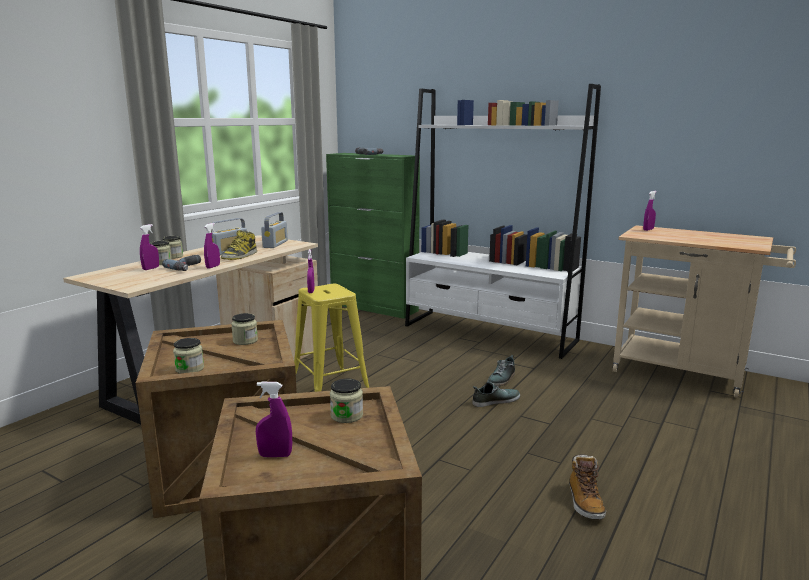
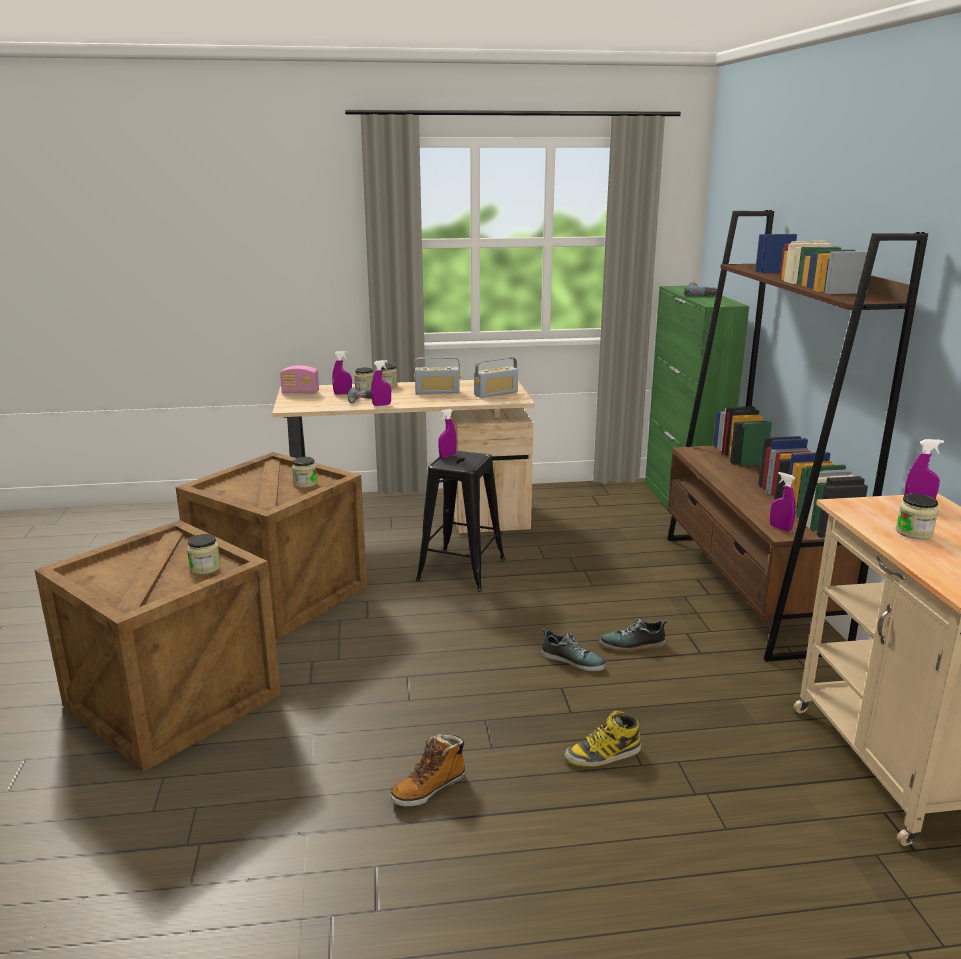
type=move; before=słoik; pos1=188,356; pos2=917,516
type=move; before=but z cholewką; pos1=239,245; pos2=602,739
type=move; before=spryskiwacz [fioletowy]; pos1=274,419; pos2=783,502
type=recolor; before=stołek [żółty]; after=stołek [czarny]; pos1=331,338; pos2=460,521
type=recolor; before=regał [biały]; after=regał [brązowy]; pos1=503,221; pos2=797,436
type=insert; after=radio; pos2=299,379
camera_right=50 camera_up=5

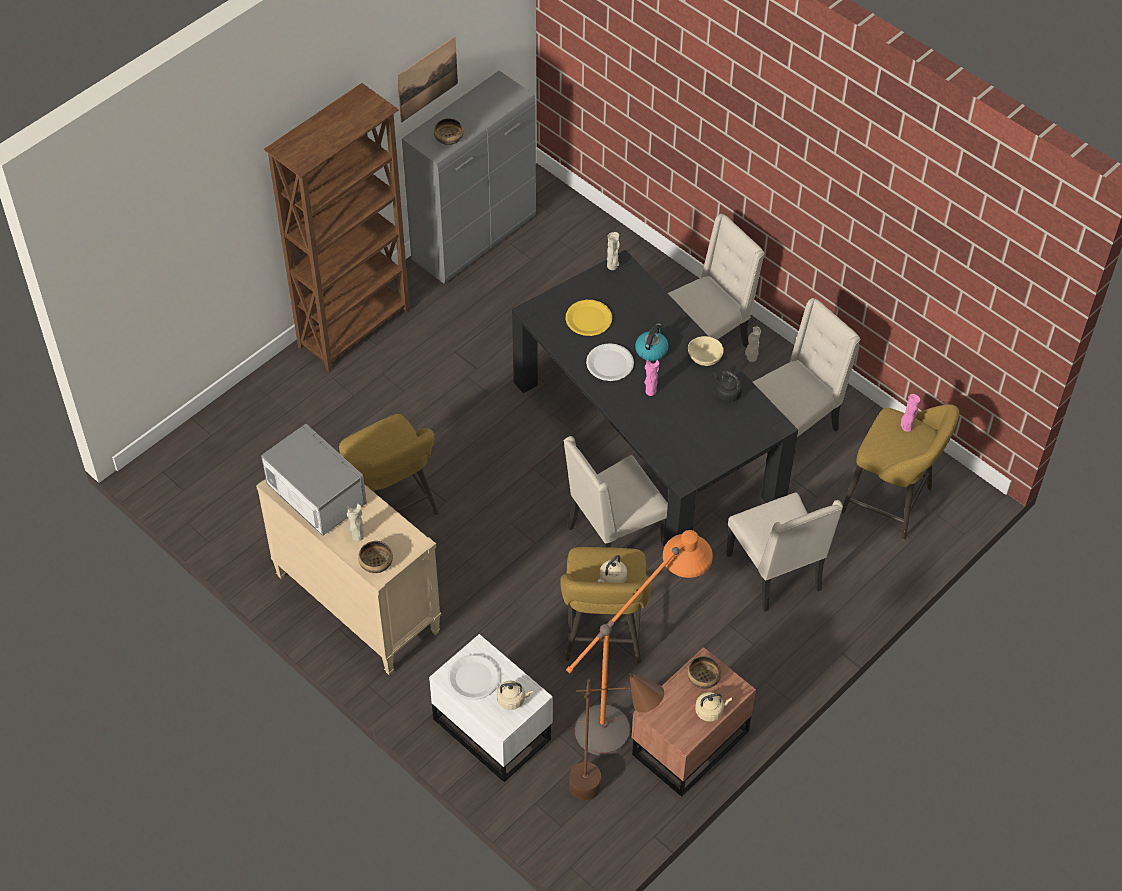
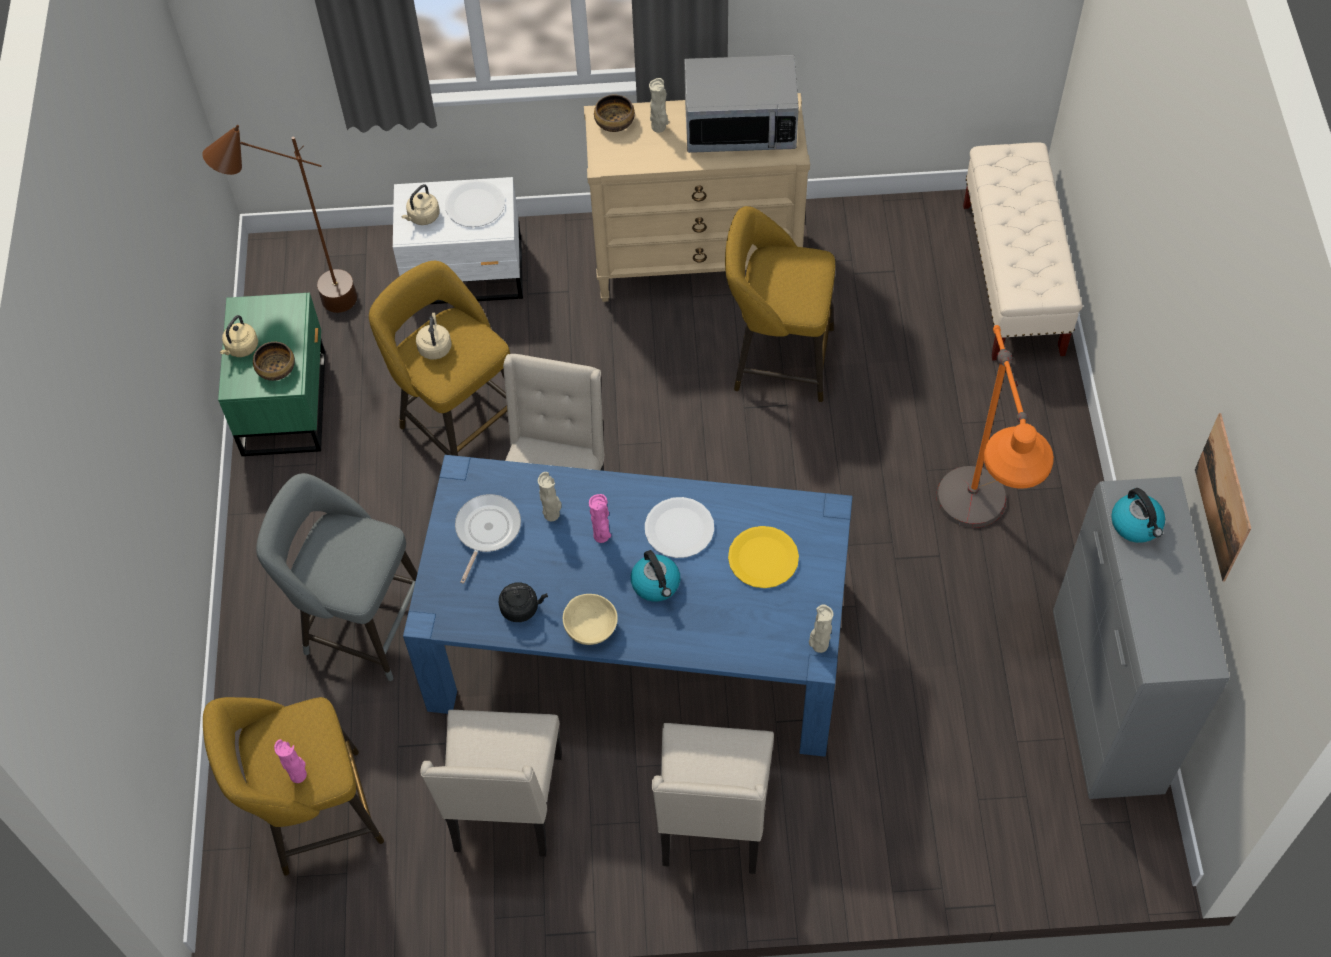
type=delete; before=regał [brązowy]; pos1=336,227
type=replace; before=miska; after=czajnik; pos1=449,131; pos2=1138,515
type=recolor; before=stół jadalny [czarny]; after=stół jadalny [niebieski]; pos1=655,398; pos2=627,606
type=move; before=lampa stojąca [pomarańczowy]; pos1=639,643; pos2=995,426
type=recolor; before=szafka nocna [brązowy]; after=szafka nocna [zielony]; pos1=694,722; pos2=271,374
type=replace; before=krzesło [beżowy]; after=stołek [szary]; pos1=784,552; pos2=336,577
type=move; before=wazon [beżowy]; pos1=753,344; pos2=550,496
type=insert; after=patelnia; pos2=488,539
type=insert; after=ławka [beżowy]; pos2=1023,252
camera_right=135 camera_up=5

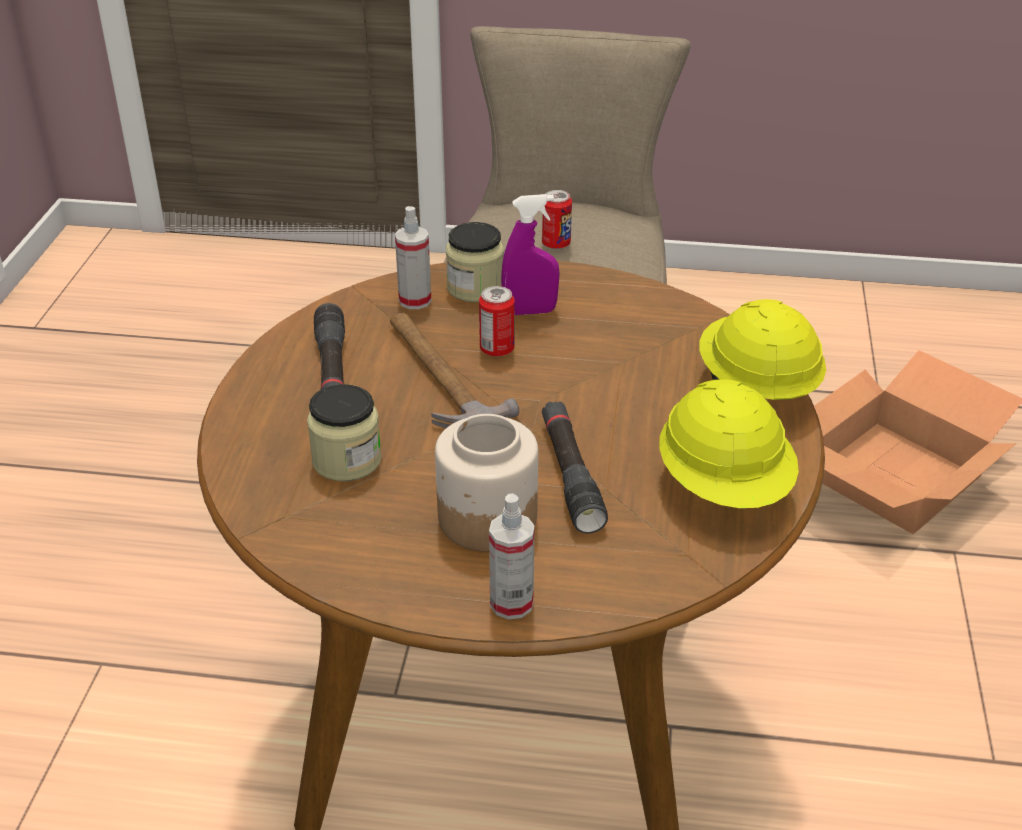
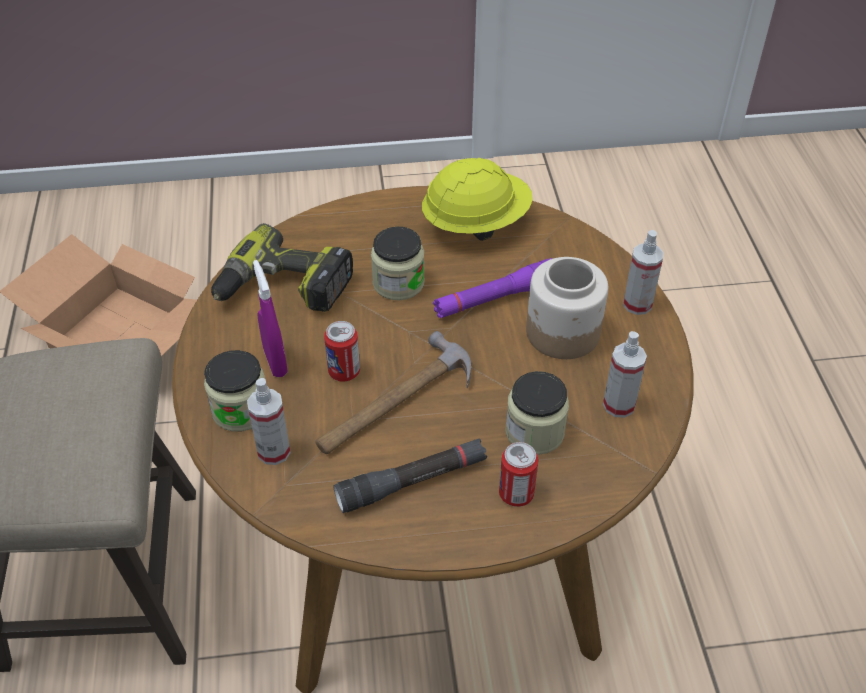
type=move; before=puszka; pos1=557,219; pos2=518,474
type=recolor; before=latarka [czarny]; after=latarka [fioletowy]; pos1=575,468; pos2=493,288
type=delete; before=kask [żółty]; pos1=763,349
type=insert; after=wiertarka; pos2=282,267
type=insert; after=słoik; pos2=398,263
type=insert; after=spryskiwacz; pos2=625,374
camera_right=-105 camera_up=10

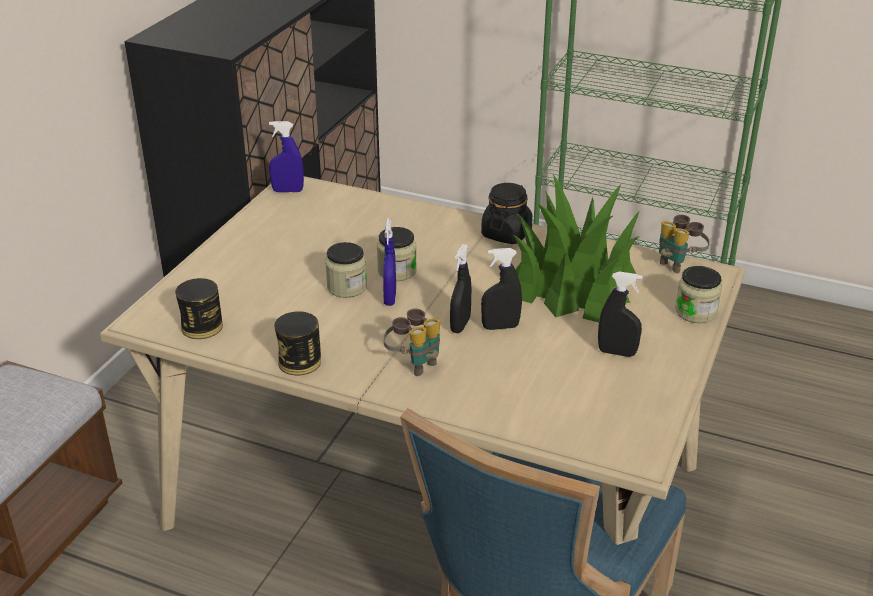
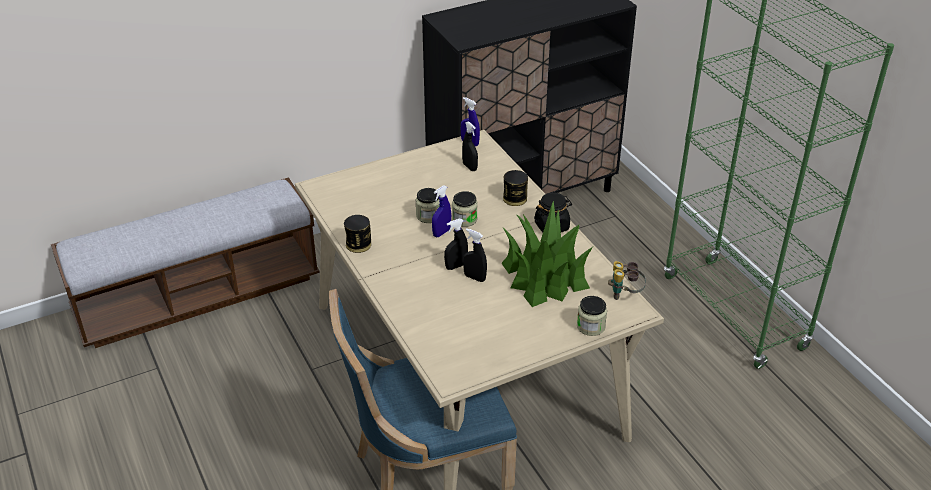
type=move; before=puszka; pos1=199,308; pos2=515,188
type=delete; before=lornetka; pos1=412,342
type=move; before=spryskiwacz [czarny]; pos1=620,314; pos2=470,146
camera_right=40 camera_up=5

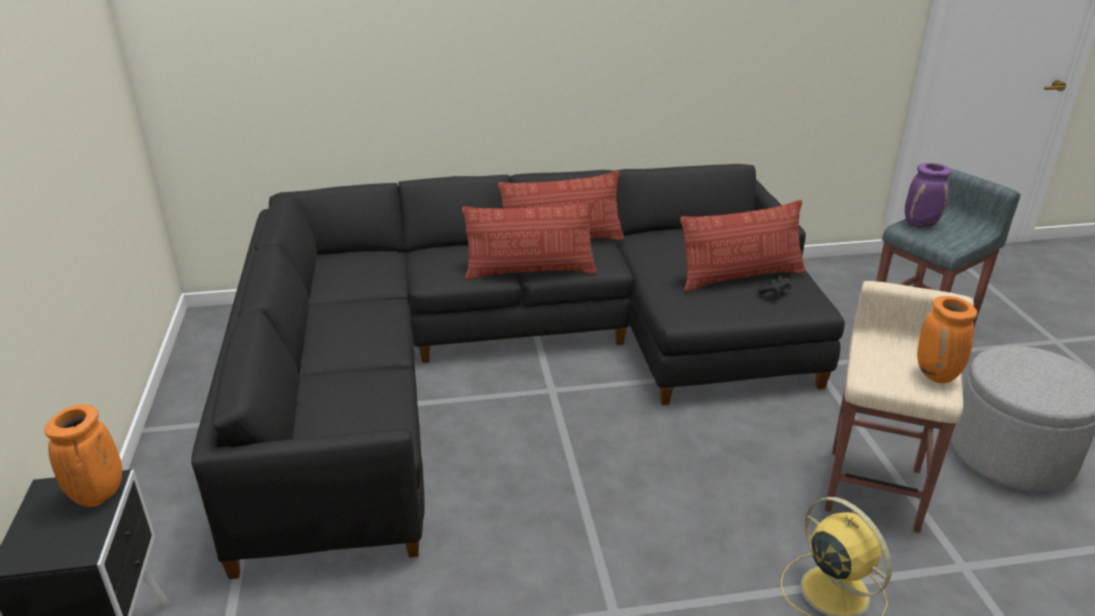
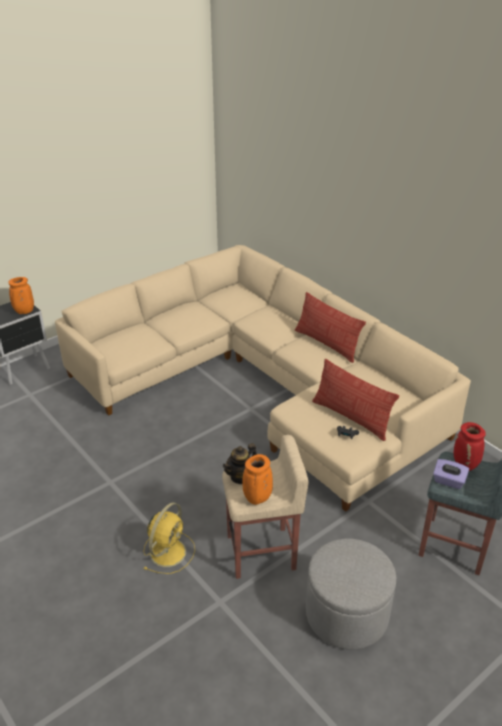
type=recolor; before=kanapa [czarny]; after=kanapa [beżowy]; pos1=518,371; pos2=263,378
type=delete; before=poduszka; pos1=529,240
type=recolor; before=wazon [fioletowy]; after=wazon [czerwony]; pos1=928,195; pos2=470,446
type=insert; after=imbryk; pos2=240,463
type=insert; after=pudełko chusteczek [fioletowy]; pos2=451,474
camera_right=60 camera_up=5

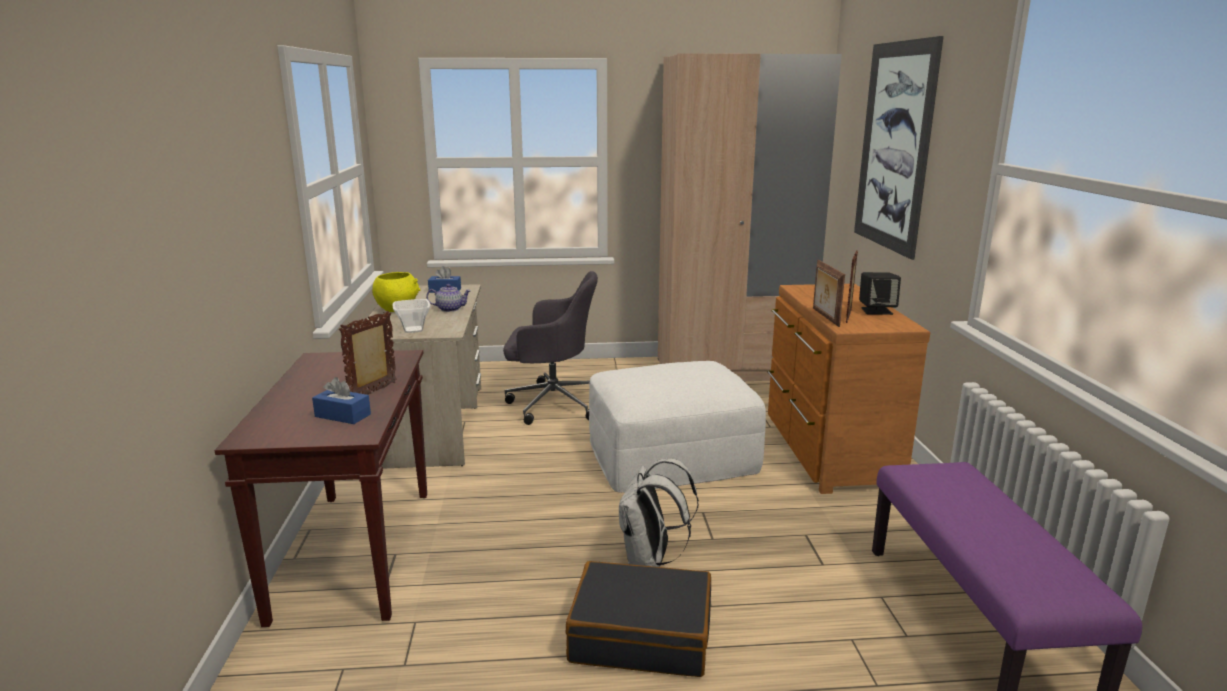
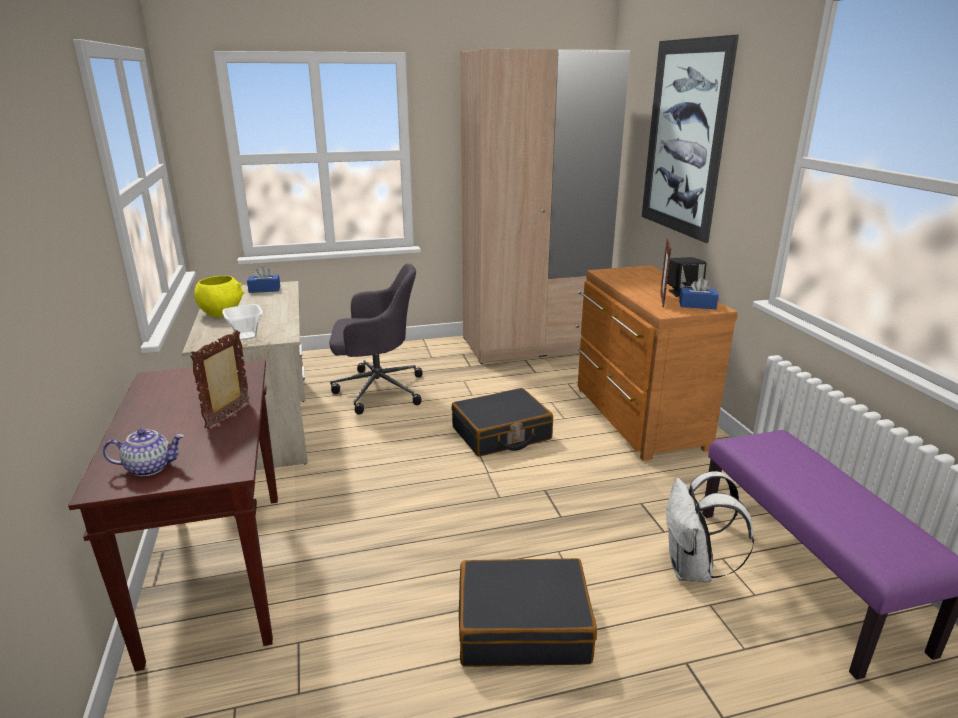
type=move; before=pudełko chusteczek [niebieski]; pos1=341,400; pos2=699,293
type=move; before=imbryk; pos1=448,298; pos2=143,452
type=replace; before=pufa [biały]; after=walizka [czarny]; pos1=677,427; pos2=502,422
type=move; before=plecak [biały]; pos1=659,513; pos2=710,527
type=delete; before=ramka na zdjęcie; pos1=829,293
camera_right=-10 camera_up=5

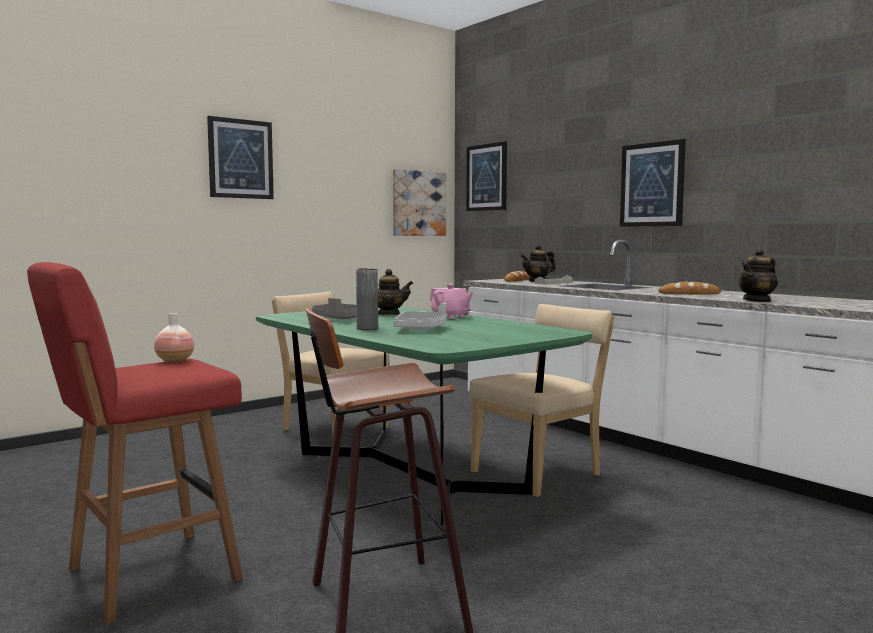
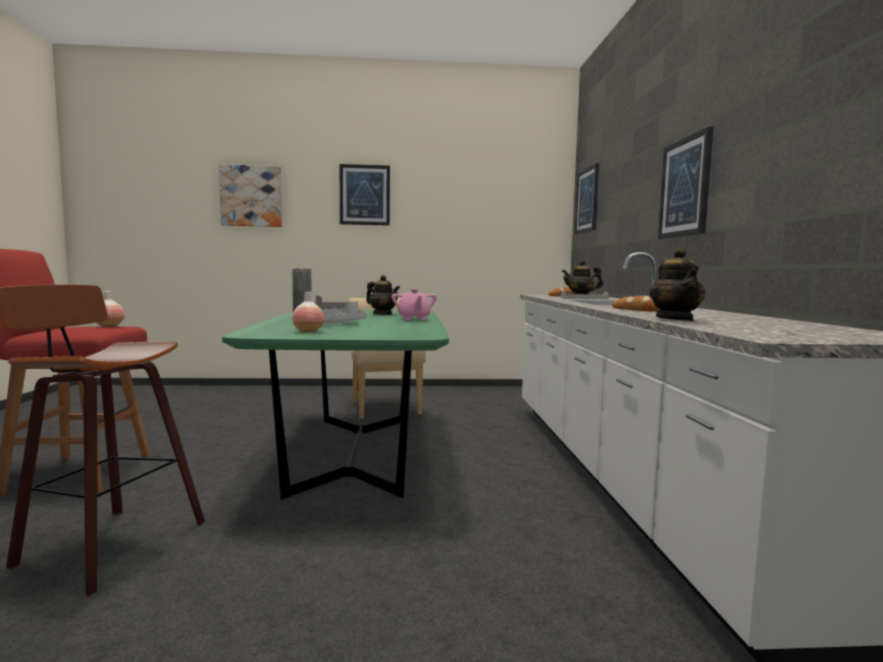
type=move; before=obraz; pos1=419,202; pos2=250,195
type=delete; before=krzesło [beżowy]; pos1=542,400
type=rotate; before=imbryk; pos1=758,275; pos2=677,284; turn=-90
type=insert; after=wazon; pos2=308,312
camera_right=35 camera_up=0

